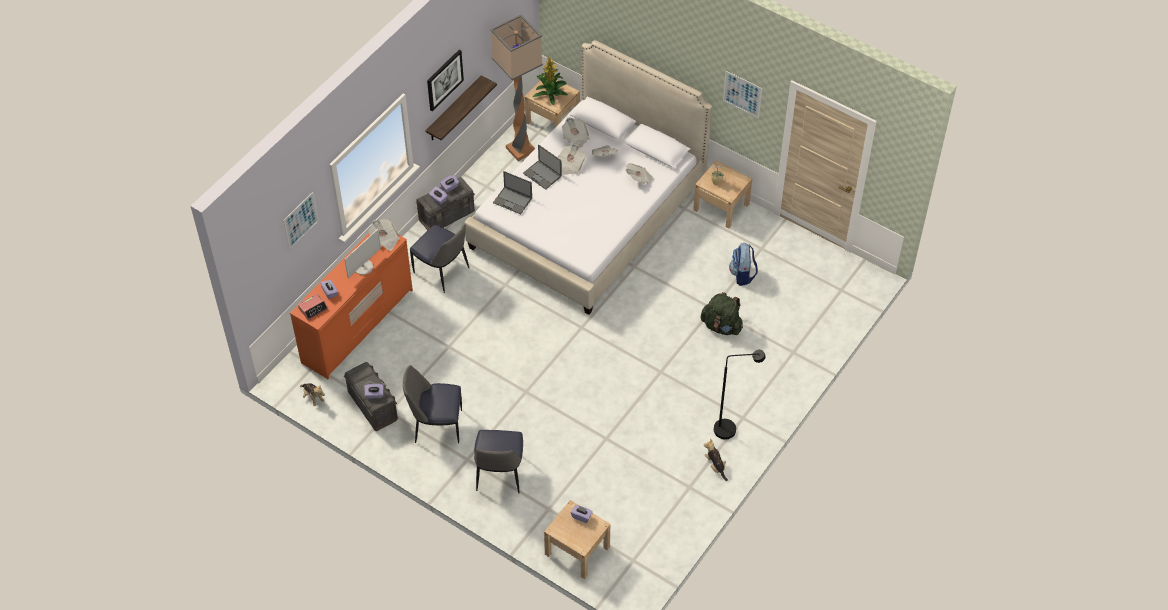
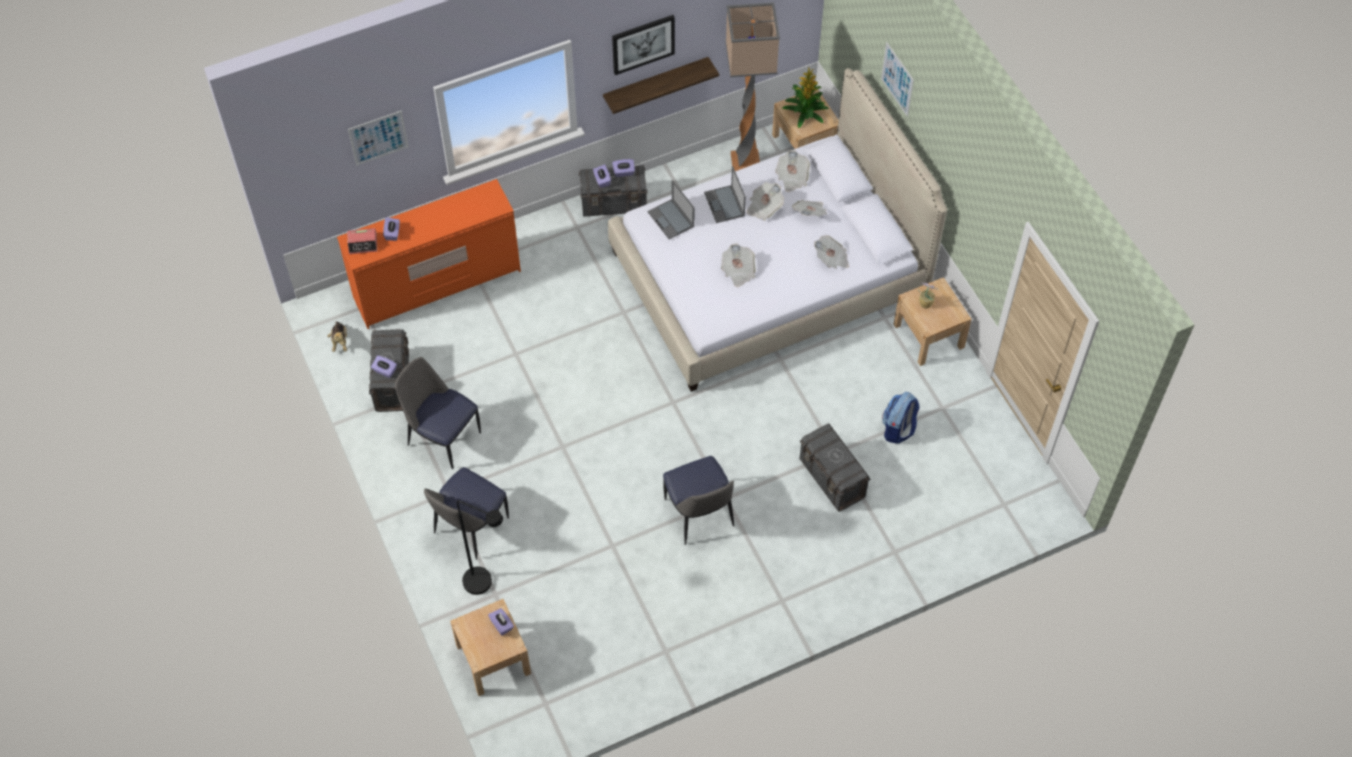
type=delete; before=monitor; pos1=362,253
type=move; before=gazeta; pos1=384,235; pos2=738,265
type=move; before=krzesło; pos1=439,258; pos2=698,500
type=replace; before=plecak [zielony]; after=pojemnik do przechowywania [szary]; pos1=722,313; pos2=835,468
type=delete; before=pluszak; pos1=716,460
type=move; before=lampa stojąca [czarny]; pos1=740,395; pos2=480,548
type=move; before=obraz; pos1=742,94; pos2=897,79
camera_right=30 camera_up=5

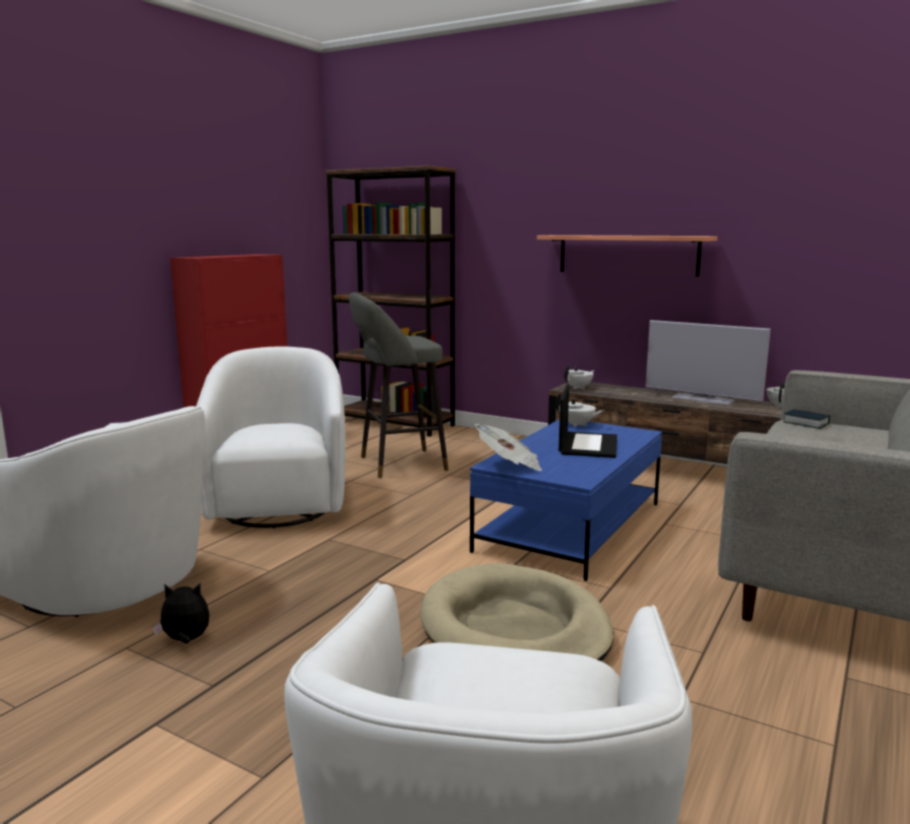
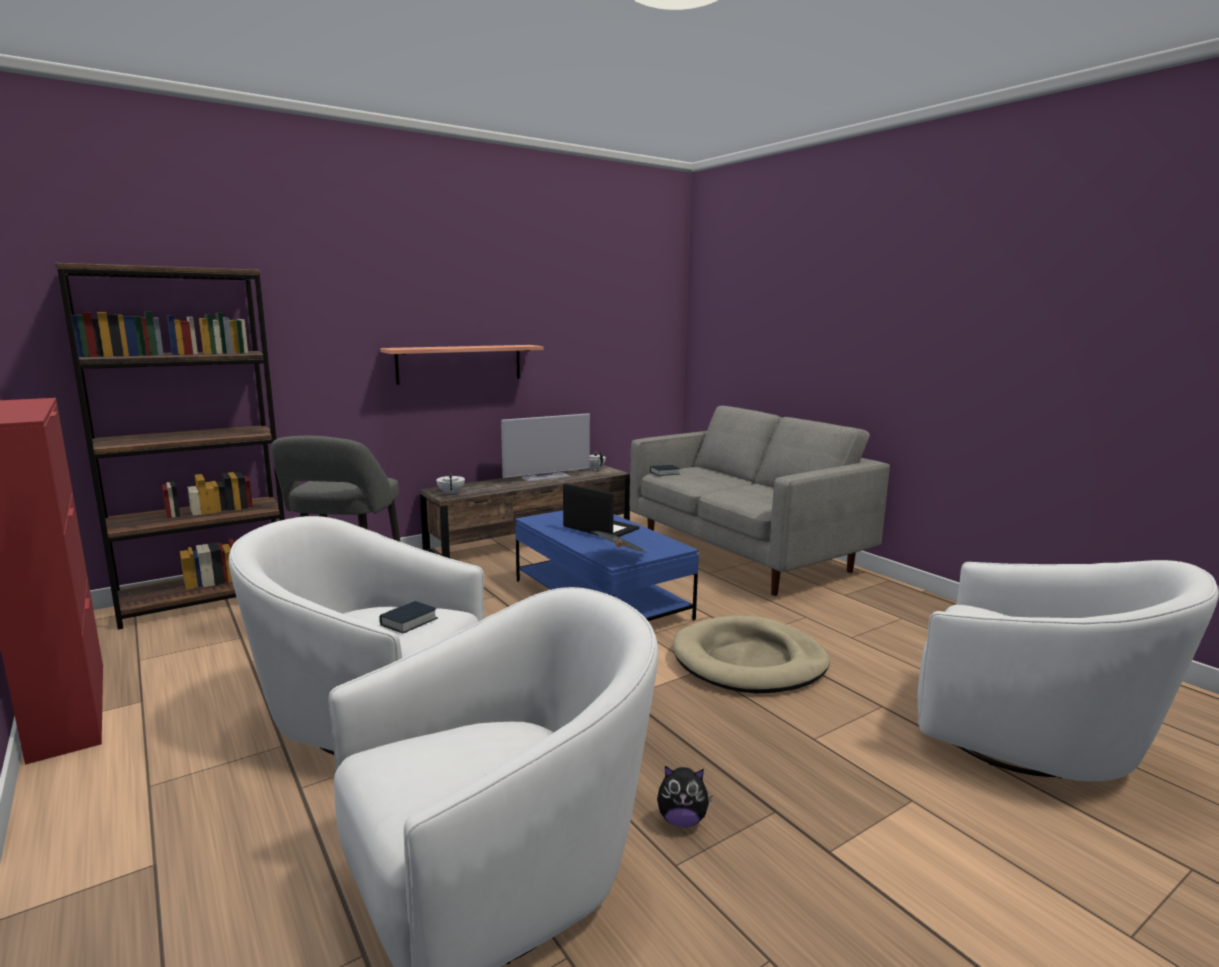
type=rotate; before=pluszak; pos1=181,614; pos2=685,796; turn=-105
type=delete; before=imbryk [biały]; pos1=579,410
type=insert; after=książka; pos2=408,617
camera_right=-65 camera_up=0

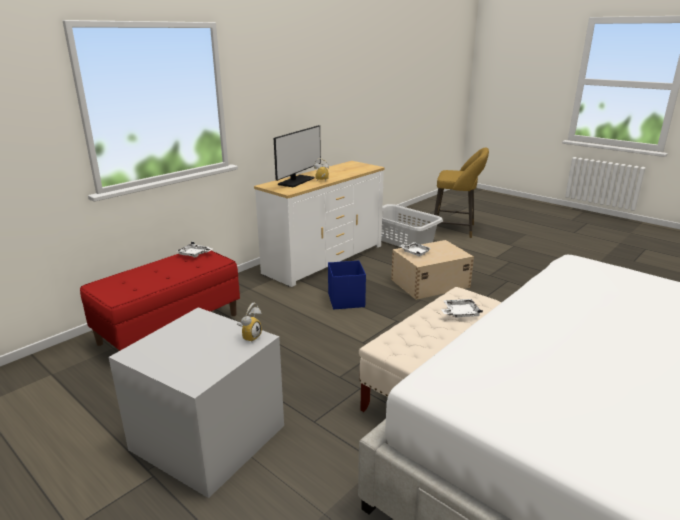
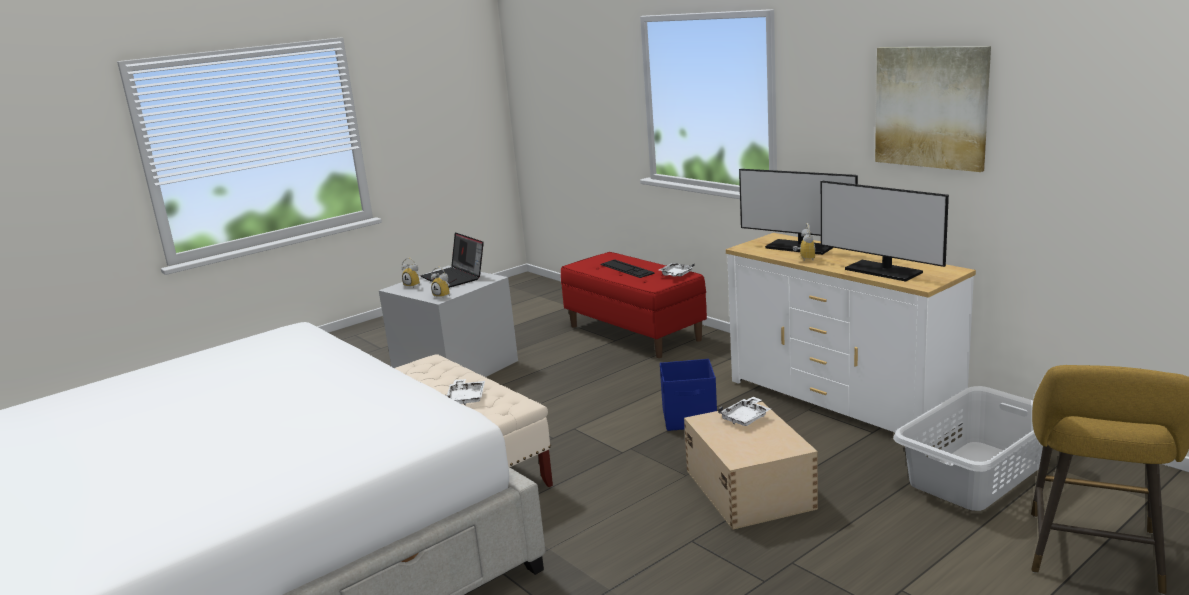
type=insert; after=budzik; pos2=411,273
type=insert; after=laptop; pos2=452,260
type=insert; after=klawiatura; pos2=627,268
type=insert; after=monitor; pos2=885,231
type=insert; after=obraz; pos2=933,109
camera_right=100 camera_up=-5

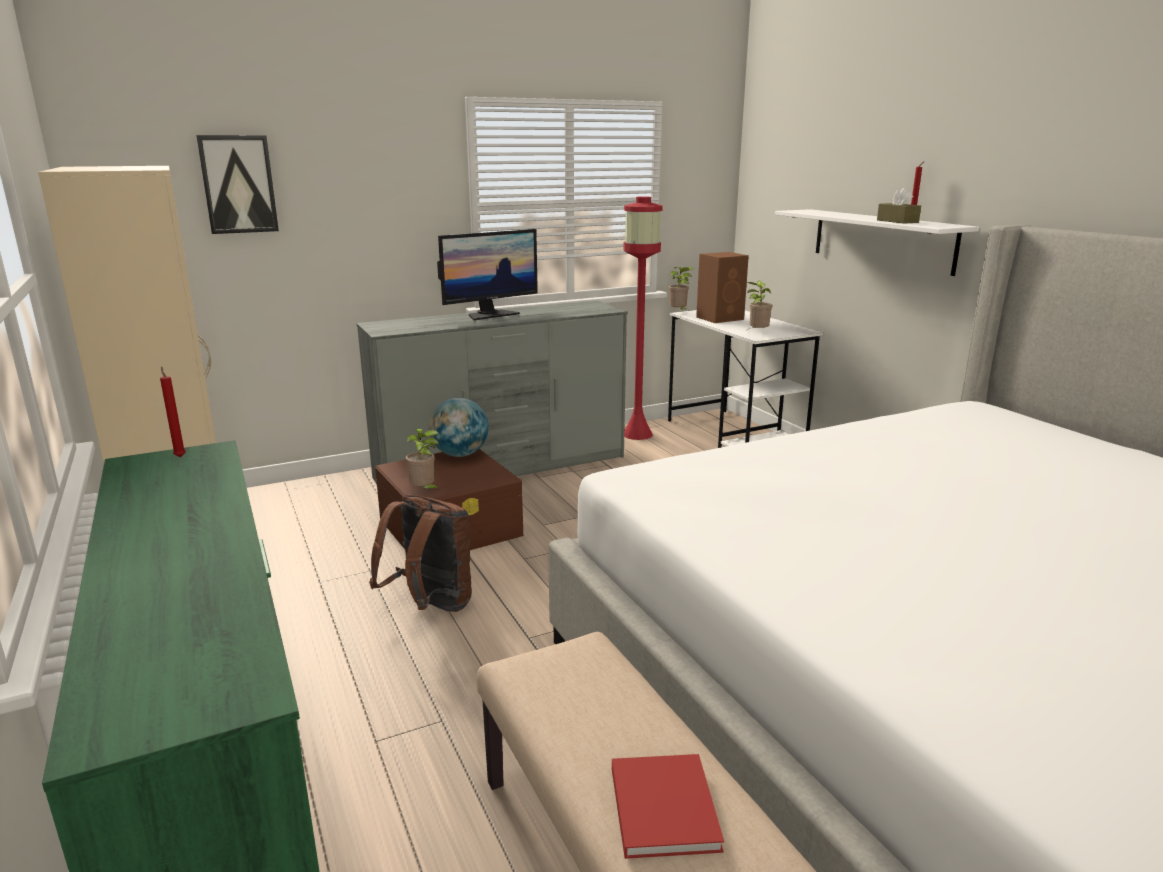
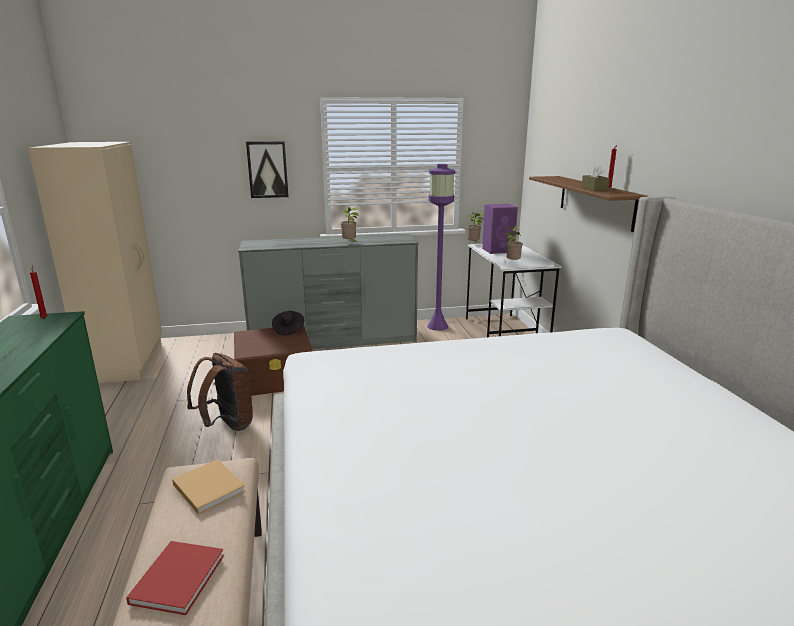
type=move; before=obraz; pos1=237,184; pos2=267,169
type=move; before=roślina doniczkowa; pos1=423,459; pos2=350,224
type=replace; before=globus; after=kapelusz [czarny]; pos1=459,427; pos2=288,323
type=delete; before=monitor; pos1=487,275
type=recolor; before=lampa stojąca [czerwony]; after=lampa stojąca [fioletowy]; pos1=643,318; pos2=441,247
type=recolor; before=głośnik [brązowy]; after=głośnik [fioletowy]; pos1=722,287; pos2=500,229
type=recolor; before=półka [biały]; after=półka [brązowy]; pos1=877,242; pos2=588,204
type=insert; after=książka [beżowy]; pos2=209,487
camera_right=15 camera_up=0

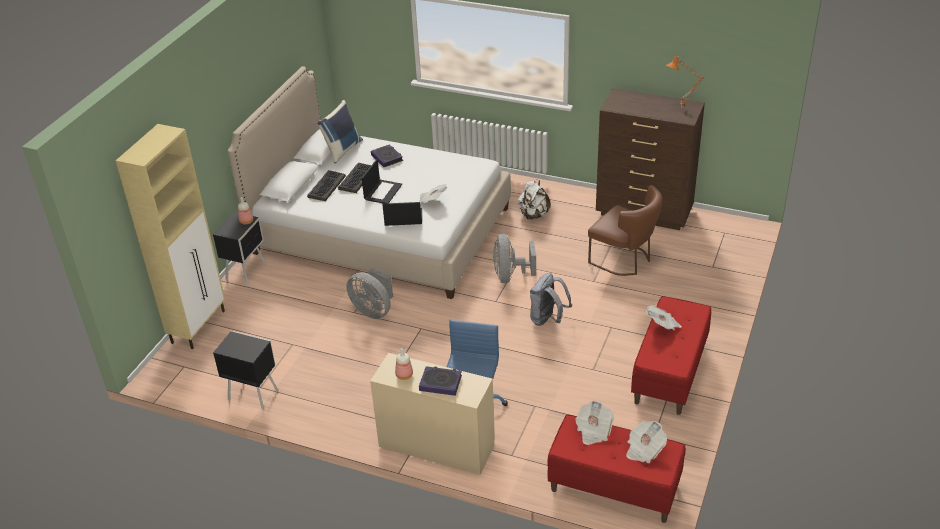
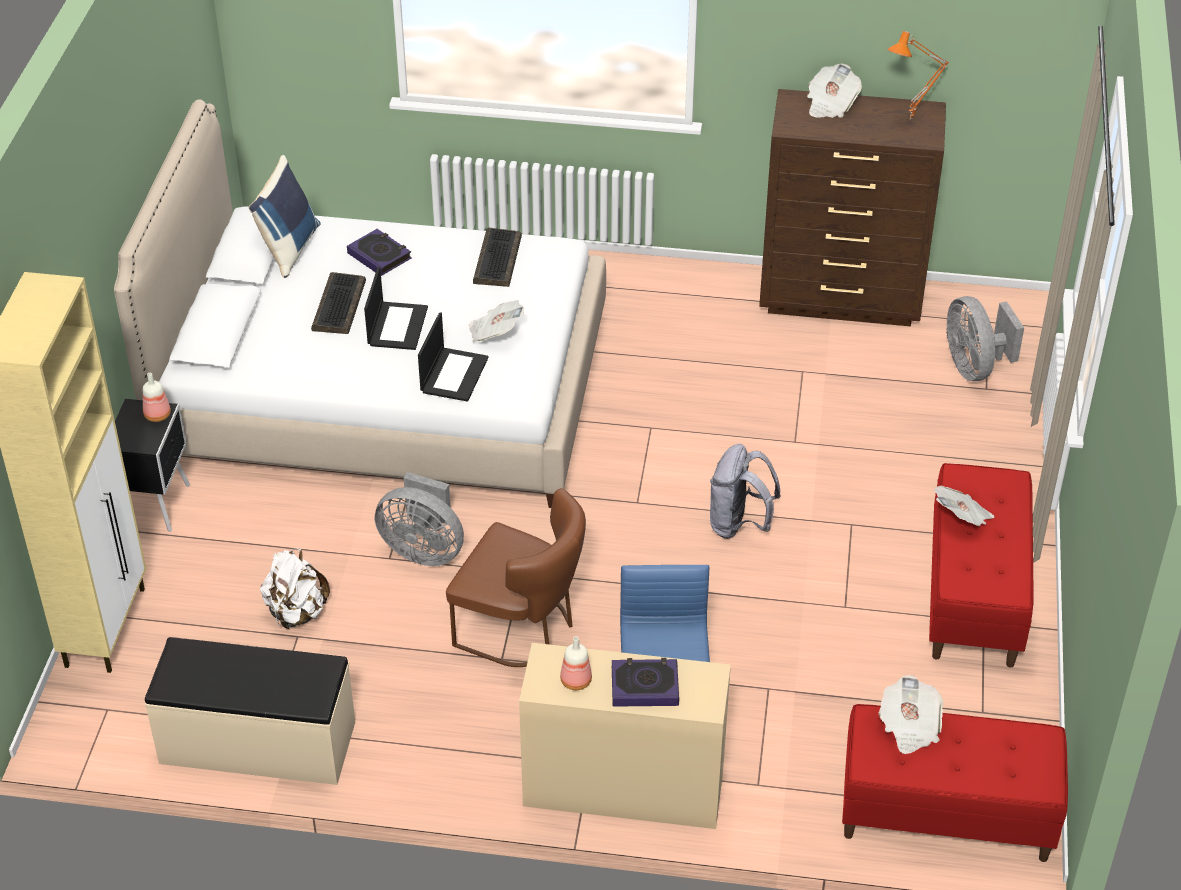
type=replace; before=szafka nocna [czarny]; after=ławka [beżowy]; pos1=245,370; pos2=250,711
type=move; before=klawiatura; pos1=326,185; pos2=497,257
type=rotate; before=laptop; pos1=402,214; pos2=453,357; turn=120
type=move; before=wentylator [szary]; pos1=514,258; pos2=985,338
type=move; before=plecak [biały]; pos1=534,199; pos2=295,588
type=move; before=krzesło [brązowy]; pos1=625,230; pos2=516,577
type=move; before=gazeta; pos1=646,442; pos2=834,90
camera_right=-15 camera_up=5

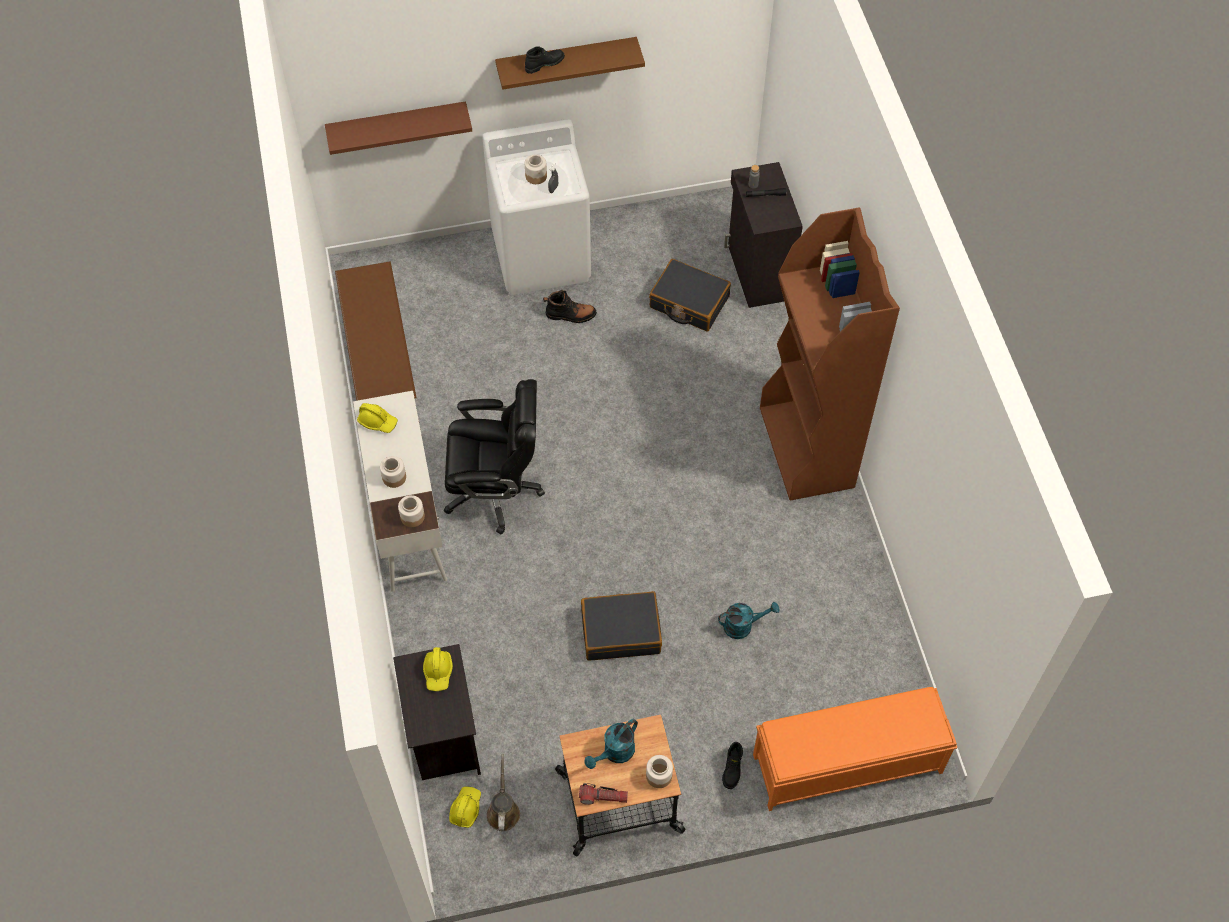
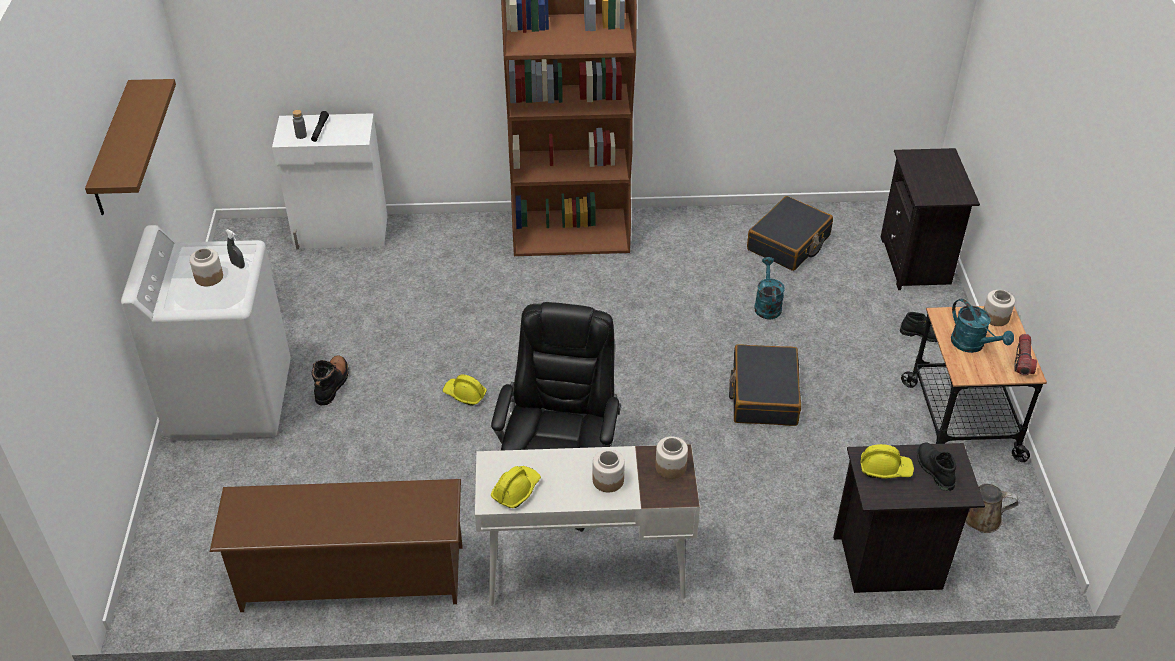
type=delete; before=półka [brązowy]; pos1=398,128
type=move; before=kask [żółty]; pos1=465,807; pos2=465,390
type=move; before=but z cholewką [czarny]; pos1=545,60; pos2=936,466
type=move; before=walizka [czarny]; pos1=690,295; pos2=790,233
type=recolor; before=szafka [czarny]; after=szafka [biały]; pos1=763,235; pos2=329,181
type=replace; before=ławka [pomarańczowy]; after=szafka nocna [czarny]; pos1=855,749; pos2=930,219
camera_right=-80 camera_up=-15

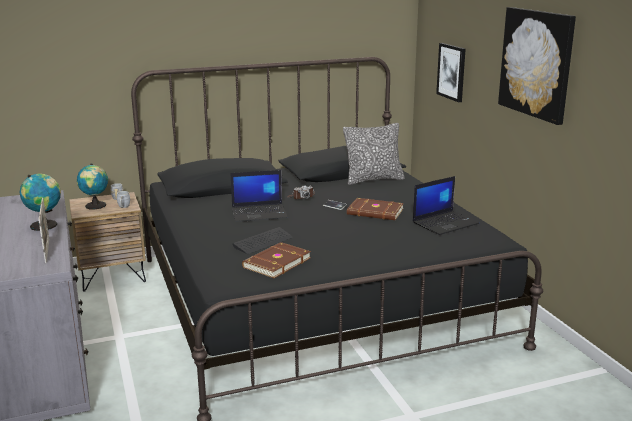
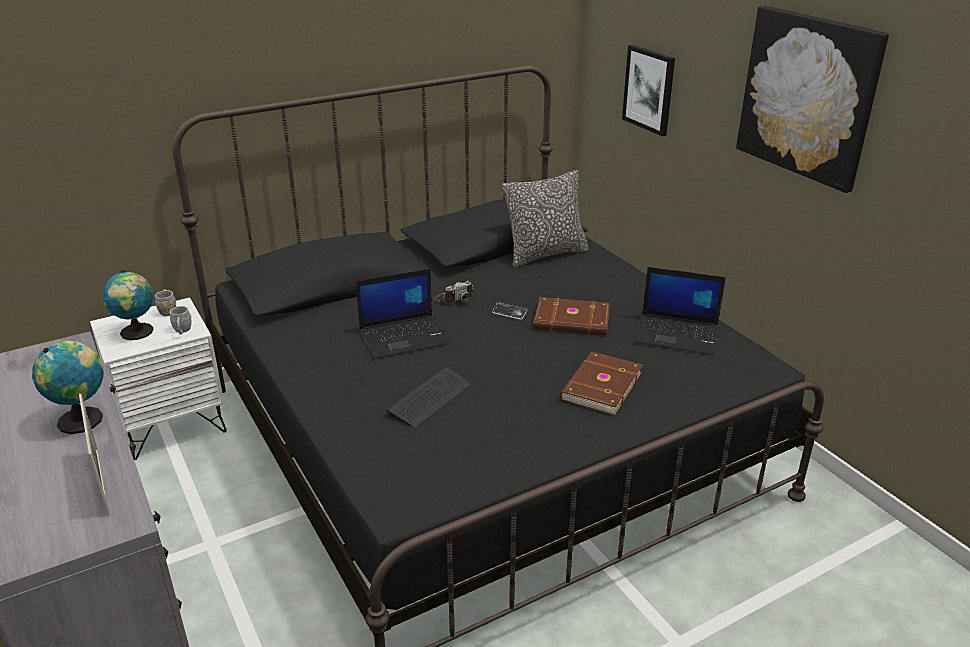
type=recolor; before=szafka nocna [brązowy]; after=szafka nocna [biały]; pos1=107,242; pos2=158,379
type=move; before=książka [brązowy]; pos1=276,260; pos2=601,384
type=rotate; before=laptop; pos1=446,205; pos2=680,311; turn=60
camera_right=-10 camera_up=10

